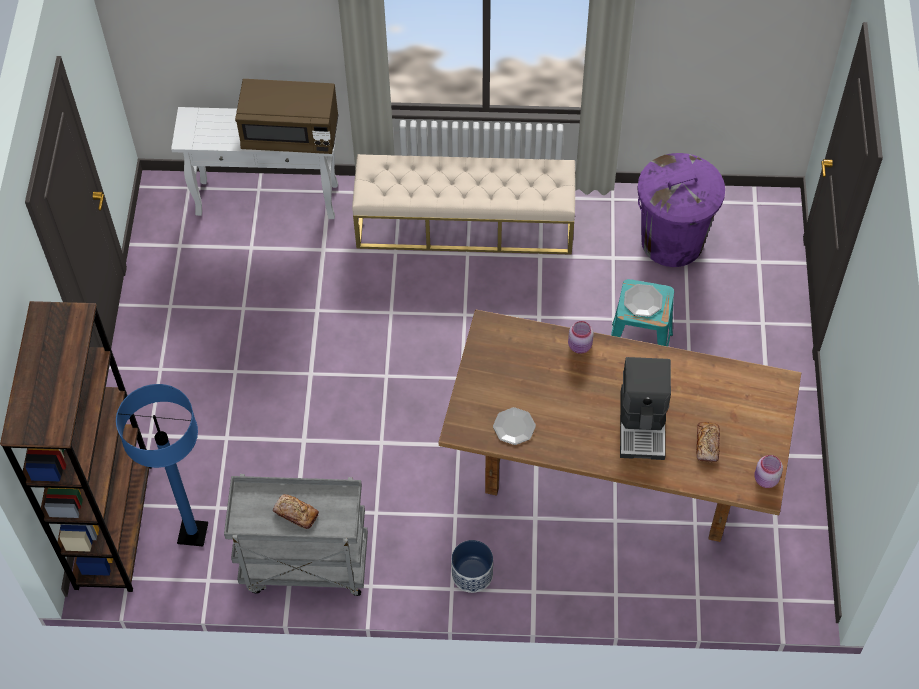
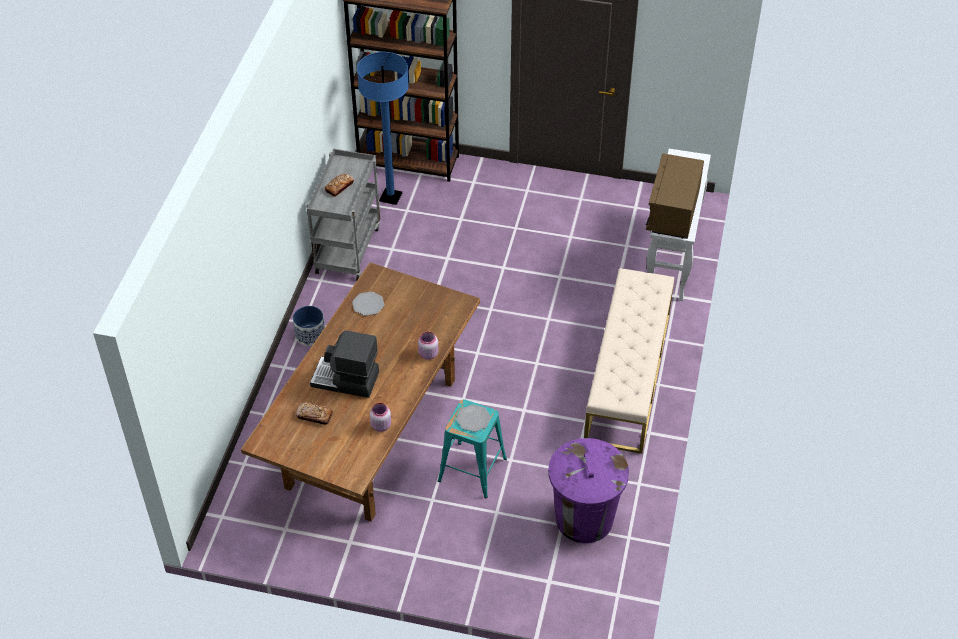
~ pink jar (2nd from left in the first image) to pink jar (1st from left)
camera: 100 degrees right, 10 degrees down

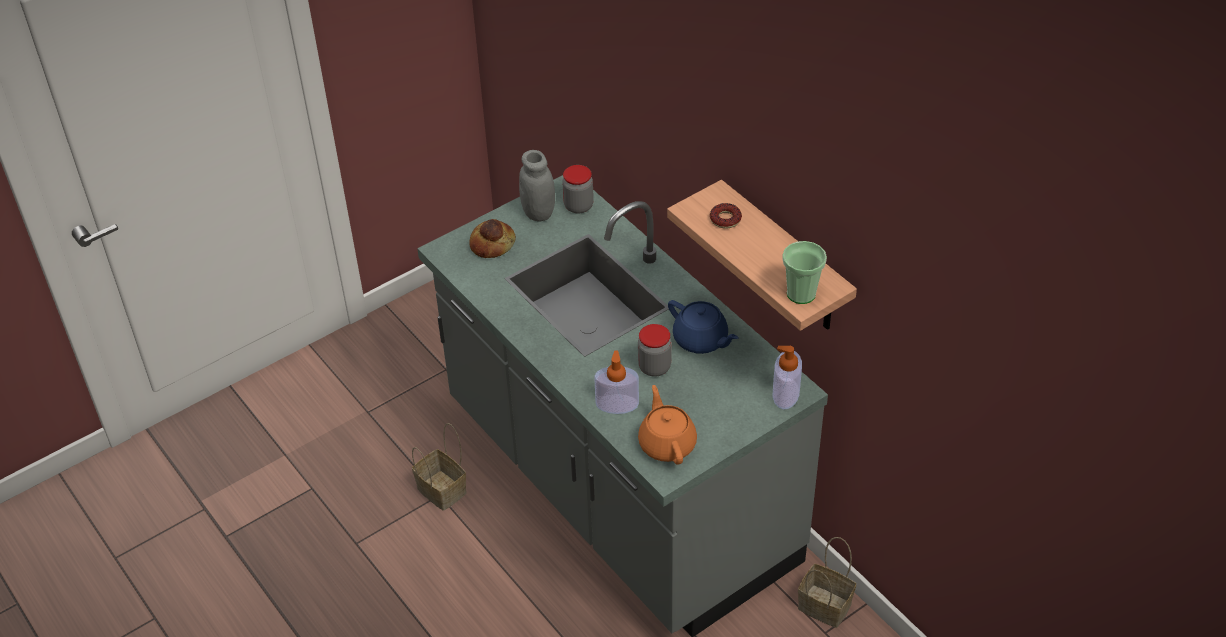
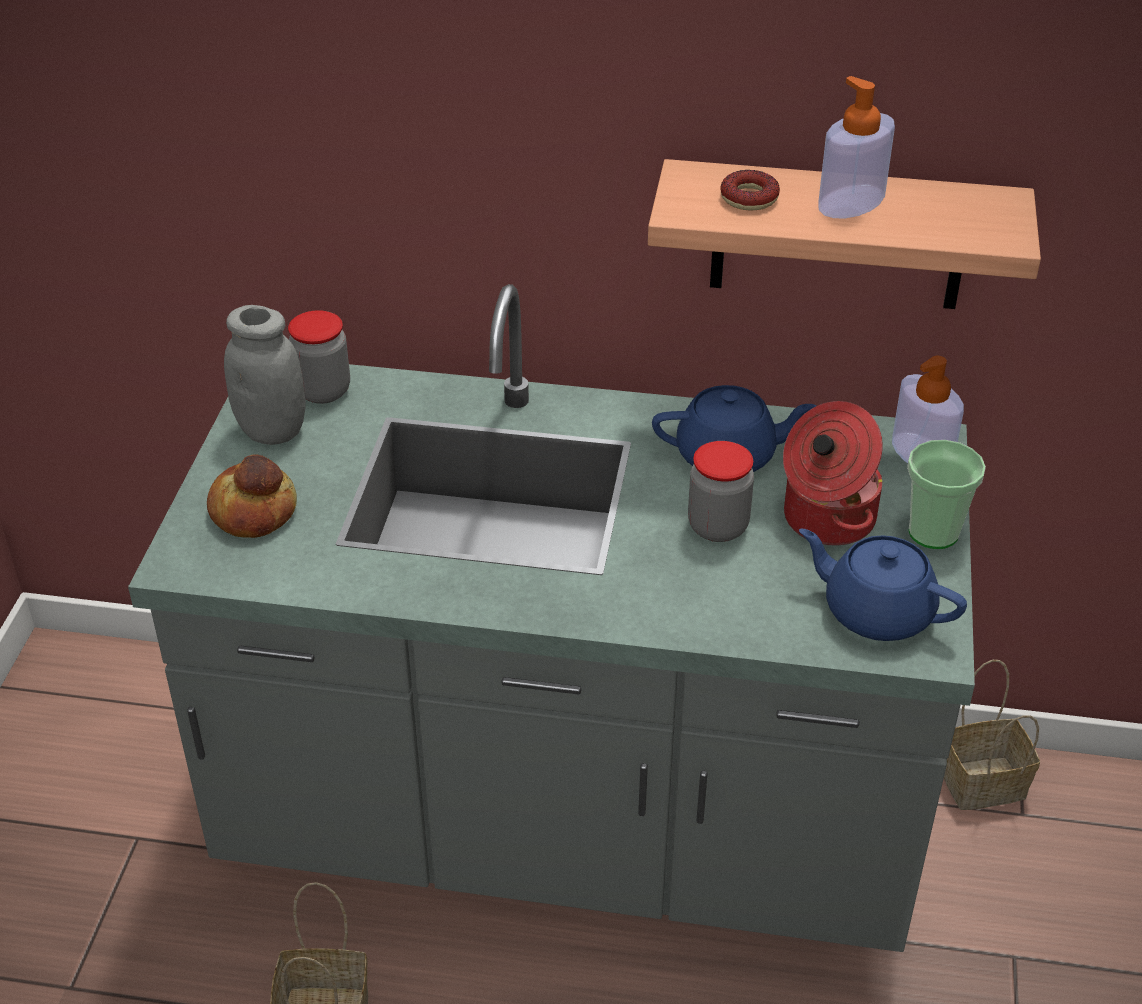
+ cooking pot
~ soap dispenser (1st from left)
~ cup
~ orange teapot to blue teapot (2nd from left)
camera: 45 degrees left, 5 degrees down

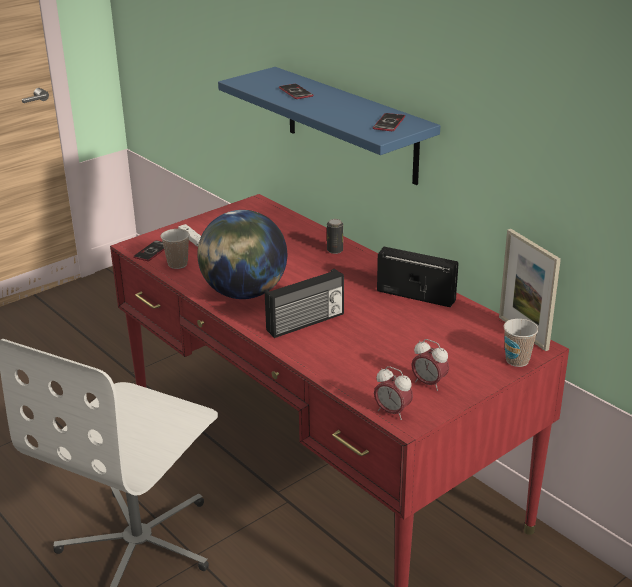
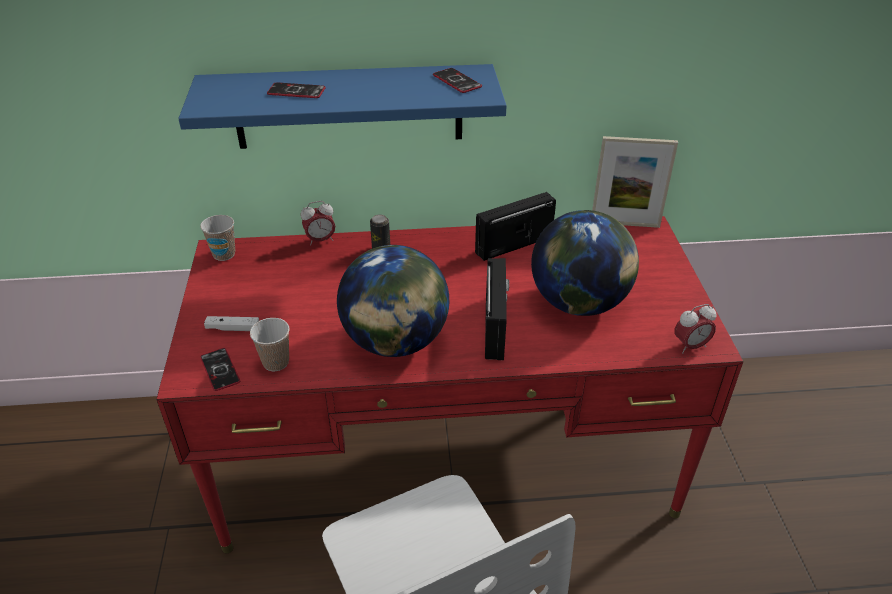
+ globe (2nd from left)
~ alarm clock (2nd from left in the first image) to alarm clock (1st from left)
~ cup (2nd from left in the first image) to cup (1st from left)
camera: 55 degrees left, 10 degrees up

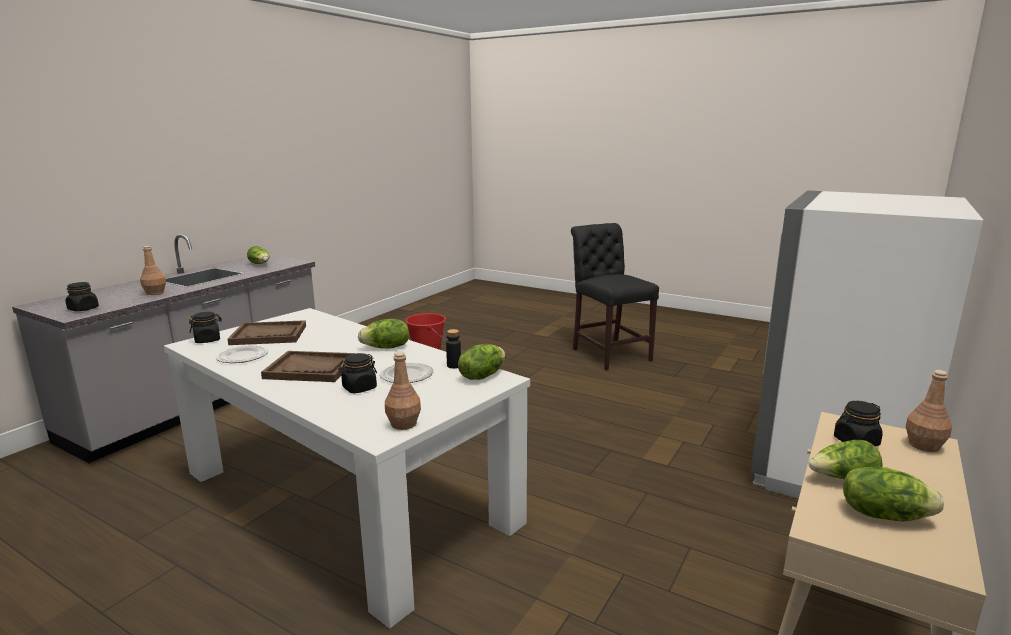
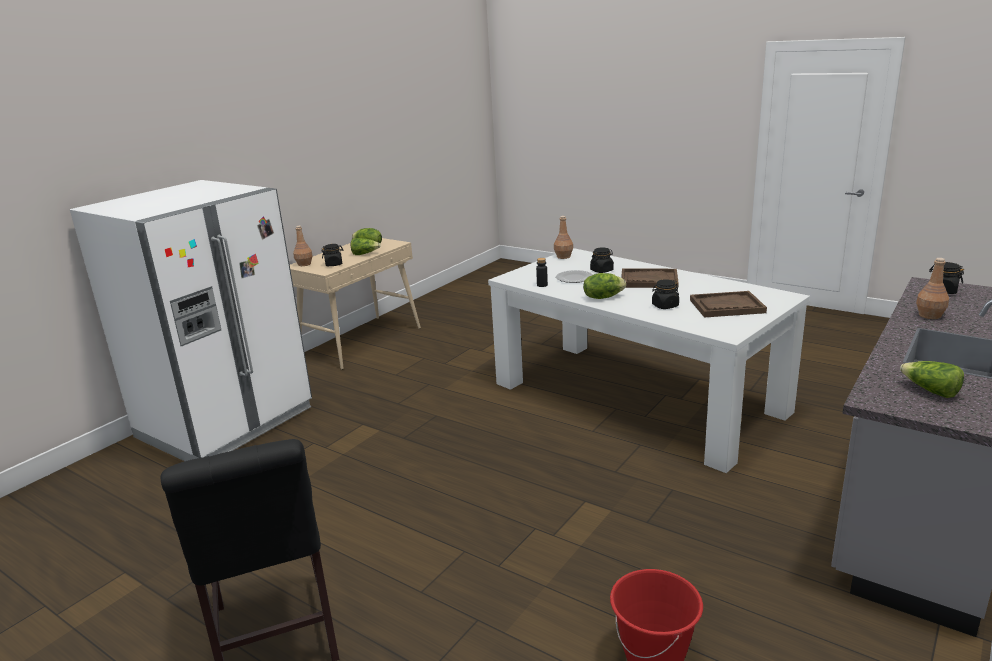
- plate (1st from left)
- lettuce (3rd from left)
~ black jar (2nd from left in the first image) to black jar (3rd from left)
camera: 175 degrees left, 5 degrees up

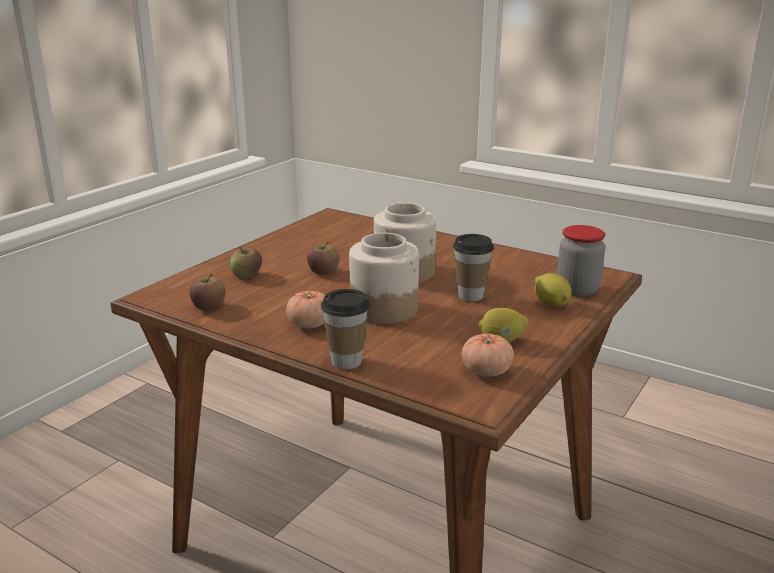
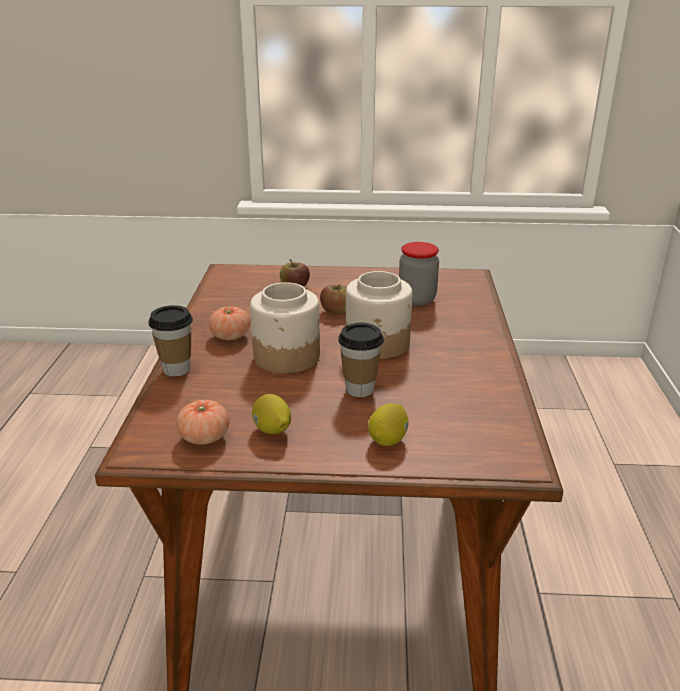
- apple (1st from left)
~ jar (3rd from left)
camera: 60 degrees right, 5 degrees up

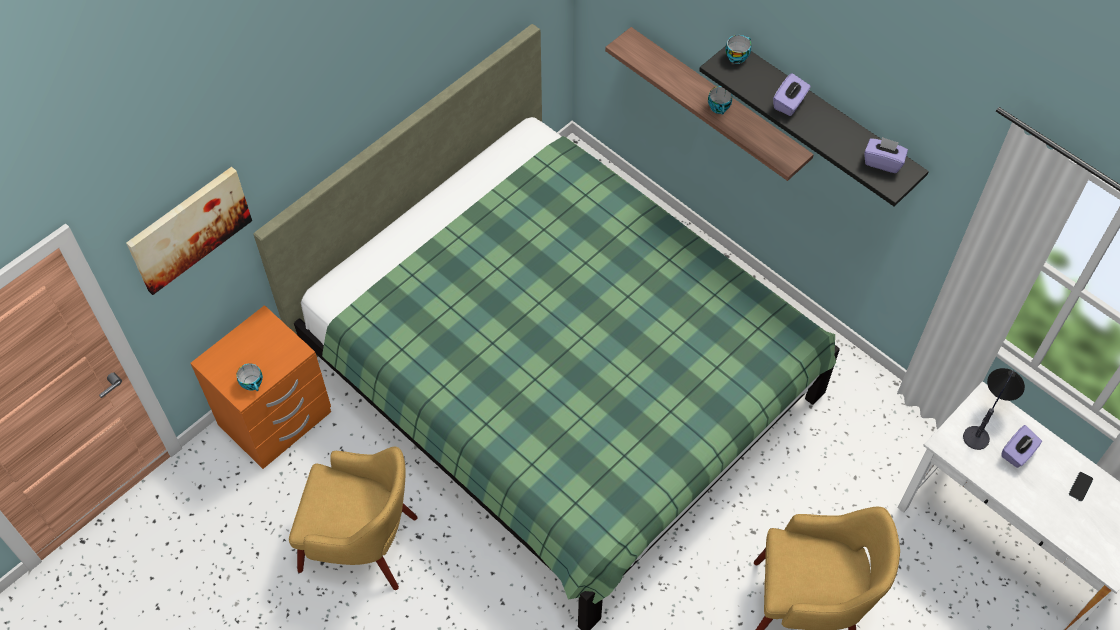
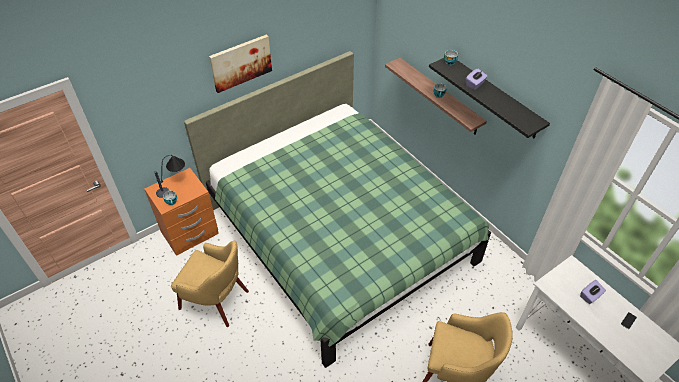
- purple tissue box (2nd from left)
~ picture
~ table lamp
camera: 10 degrees right, 10 degrees down

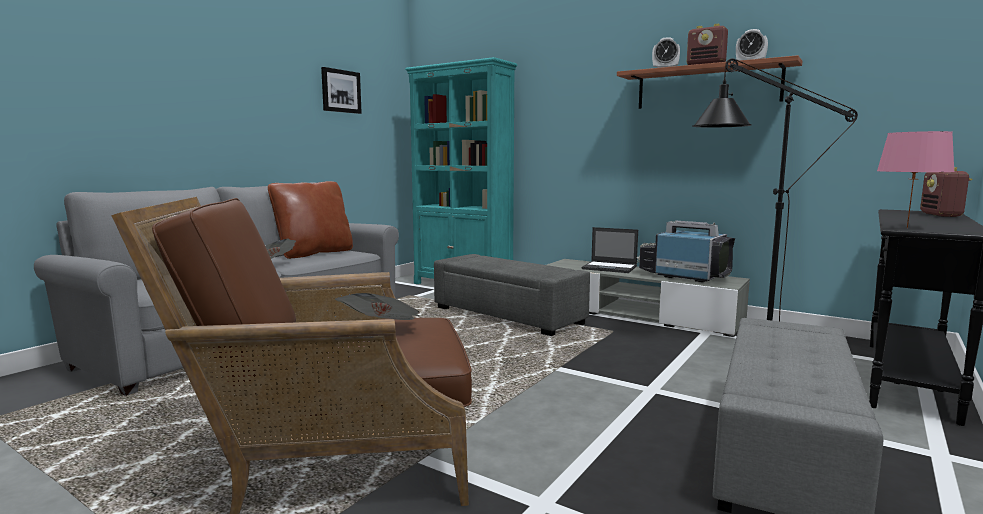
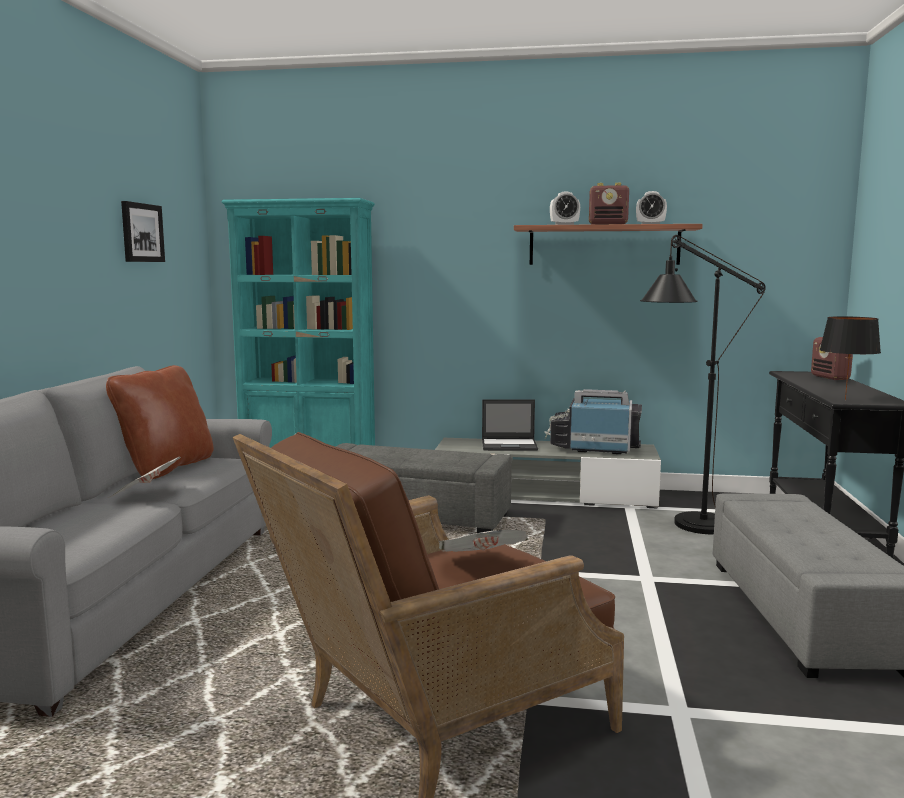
~ pink table lamp to black table lamp
camera: 25 degrees left, 0 degrees up

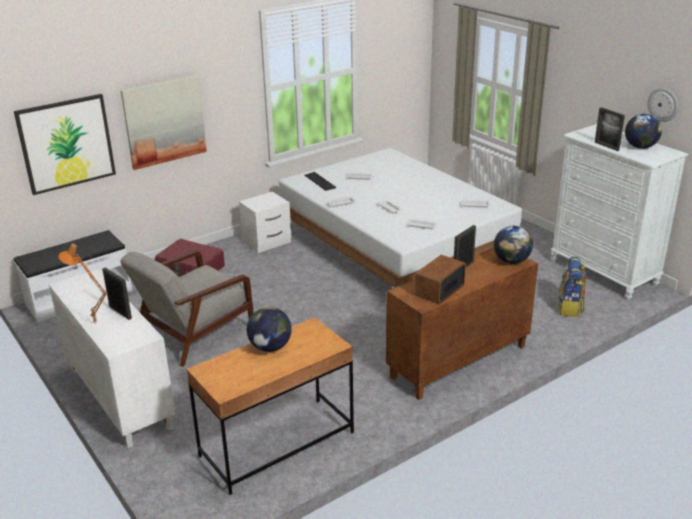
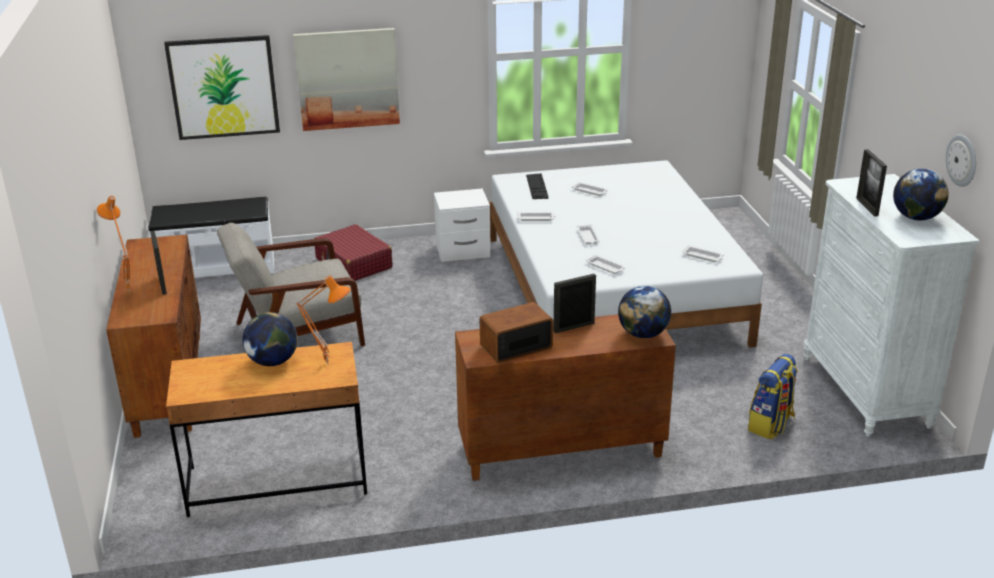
+ orange table lamp (2nd from left)
~ white cabinet to brown cabinet (1st from left)
camera: 25 degrees right, 0 degrees up

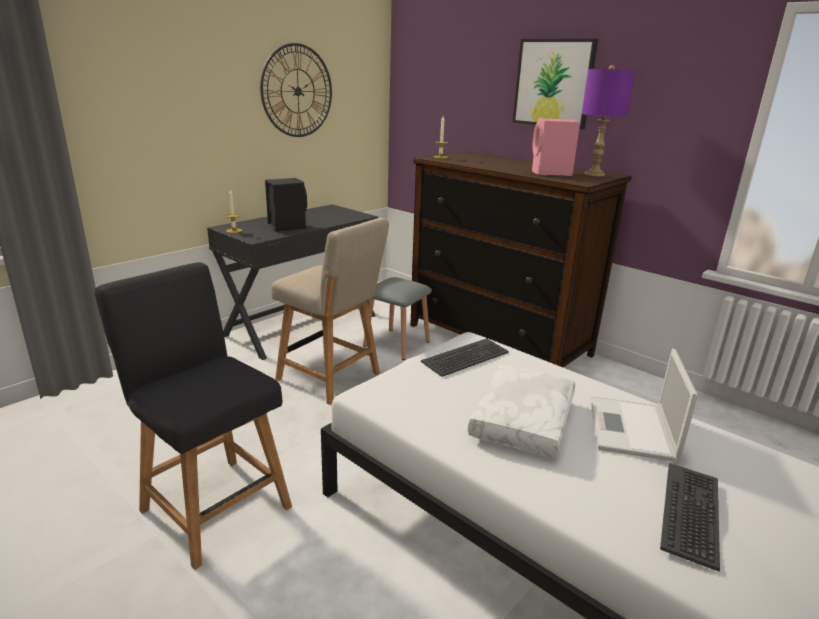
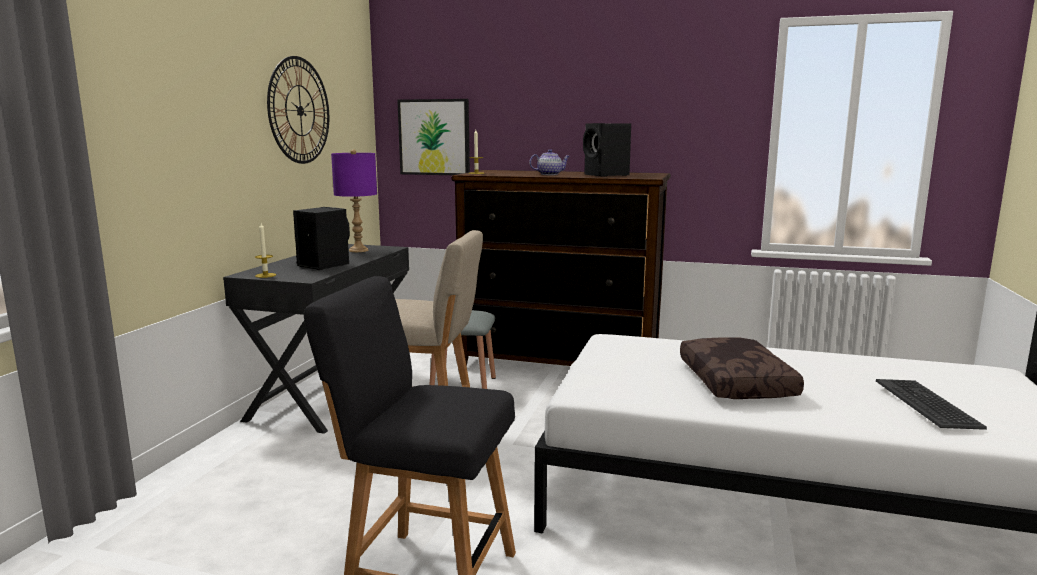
- keyboard (1st from left)
- laptop
+ teapot
~ picture
~ purple table lamp
~ white pillow to brown pillow
~ pink speaker to black speaker (2nd from left)
camera: 25 degrees left, 10 degrees down

